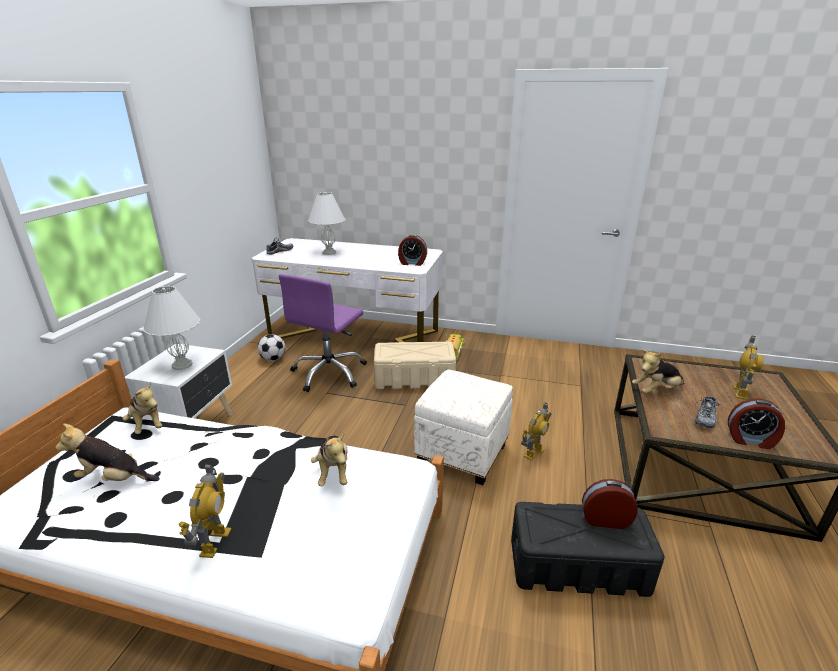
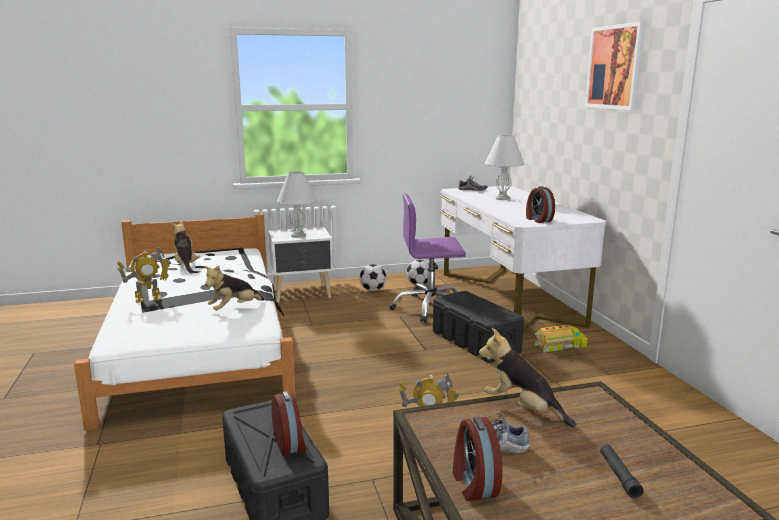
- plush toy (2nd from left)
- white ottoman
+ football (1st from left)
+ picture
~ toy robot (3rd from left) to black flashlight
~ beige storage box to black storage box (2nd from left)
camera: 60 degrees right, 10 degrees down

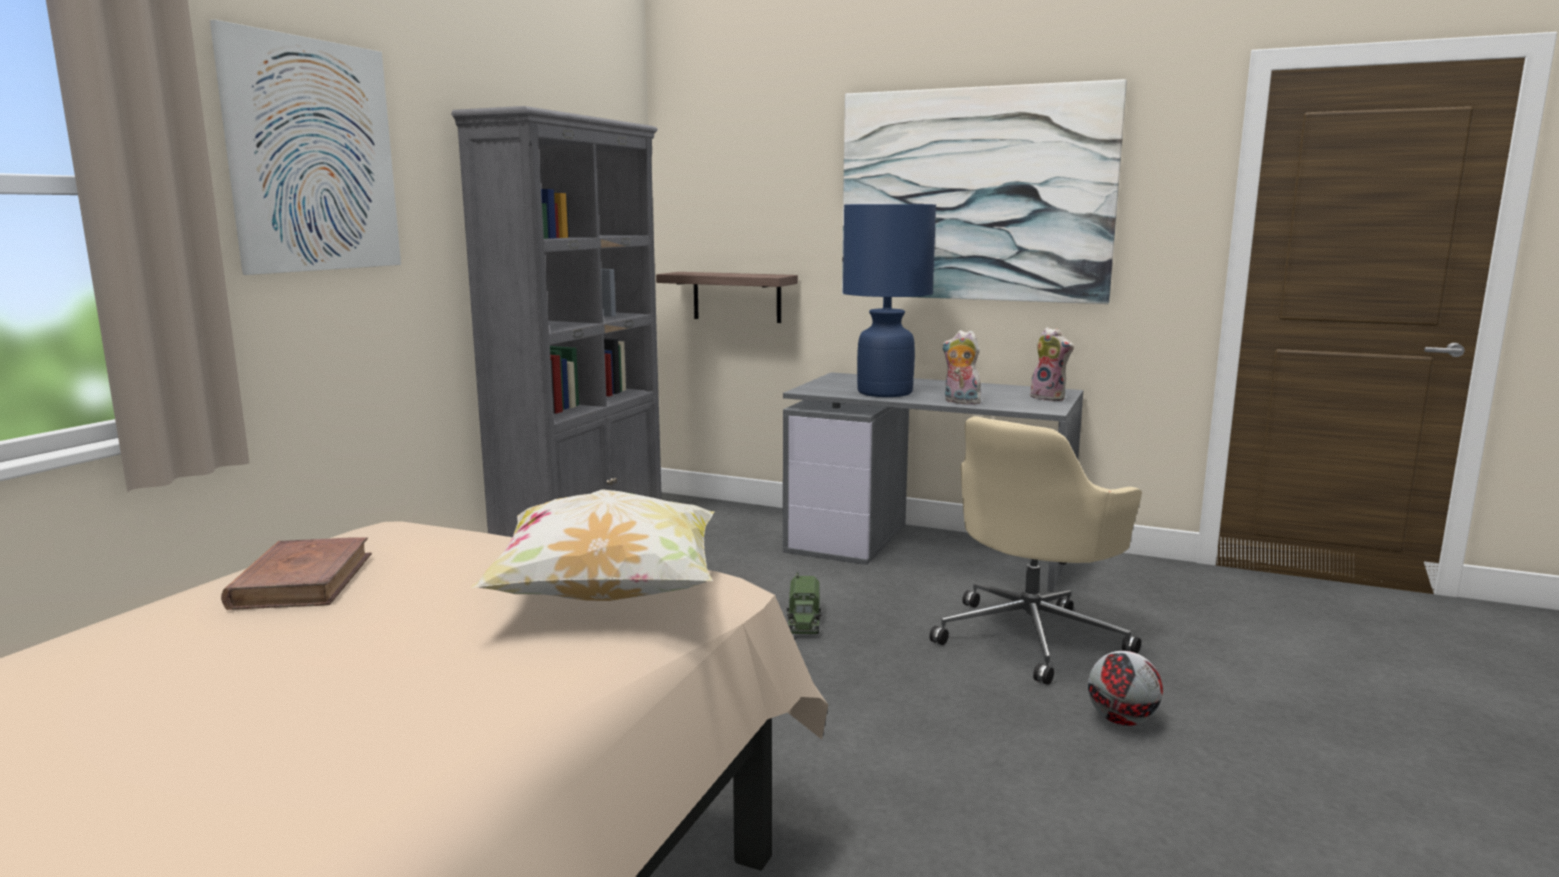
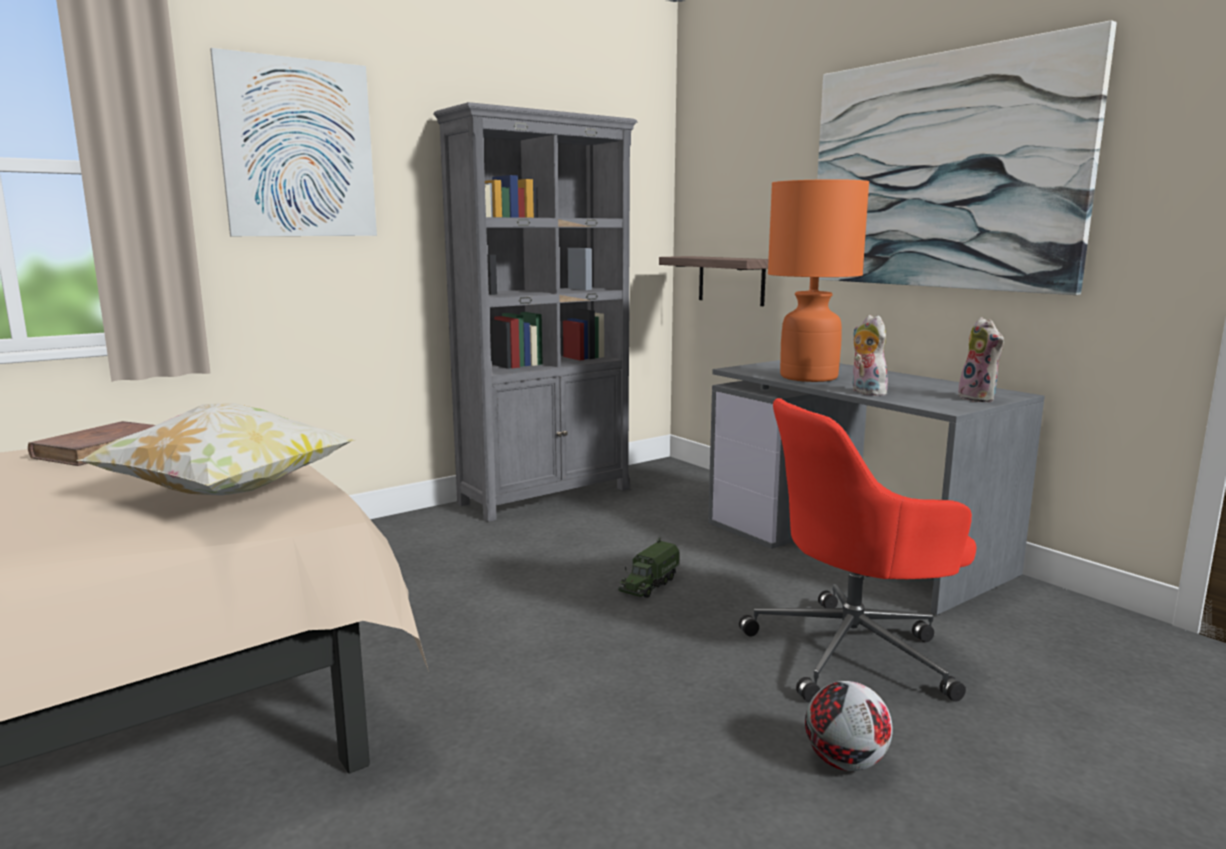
~ blue table lamp to orange table lamp
~ beige office chair to red office chair
camera: 30 degrees right, 0 degrees up

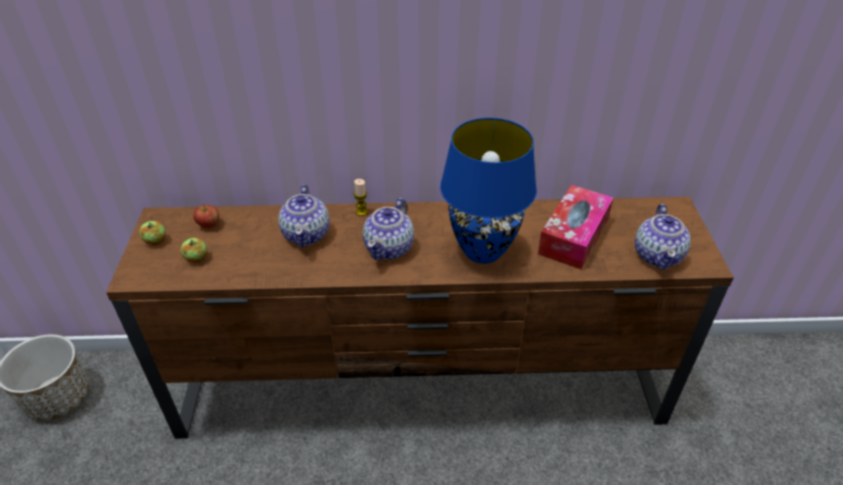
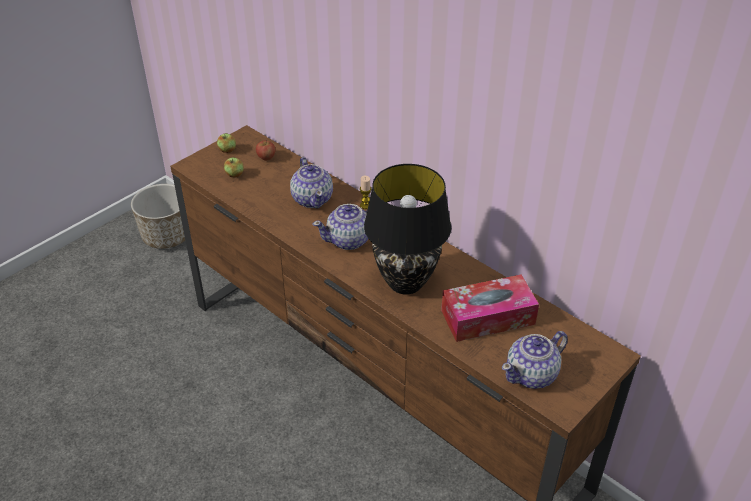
~ blue table lamp to black table lamp
~ teapot (1st from left) 60 degrees counterclockwise
camera: 45 degrees right, 0 degrees up

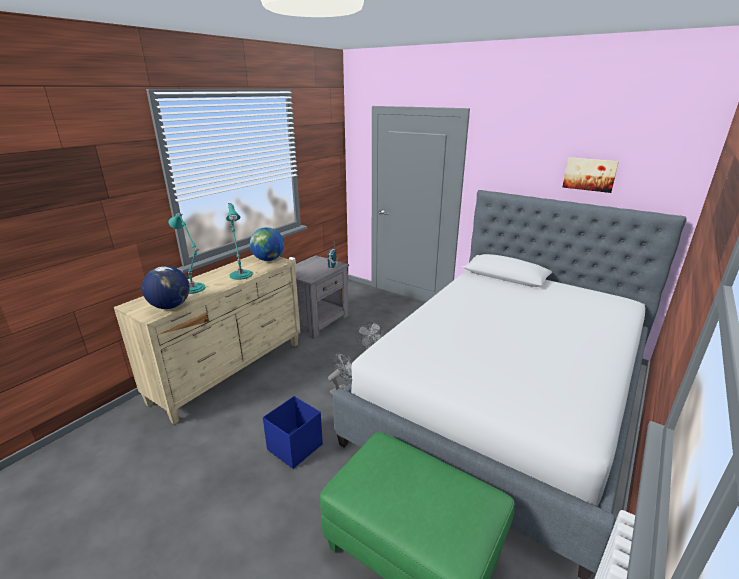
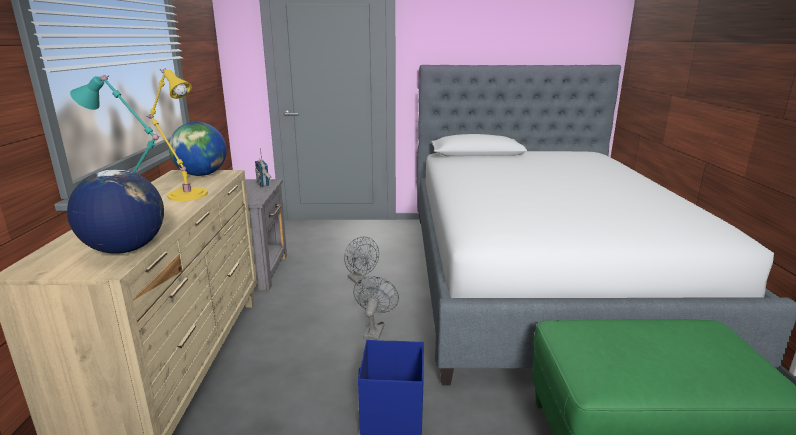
- picture
~ turquoise table lamp (2nd from left) to yellow table lamp
camera: 35 degrees left, 5 degrees down

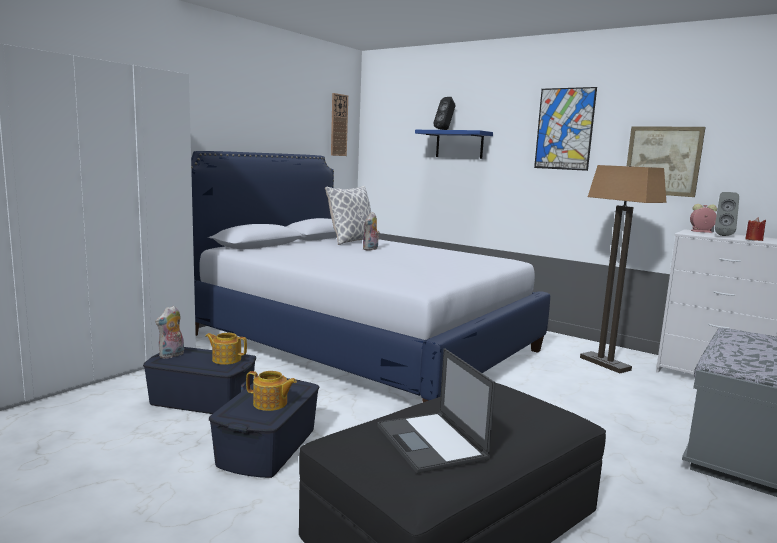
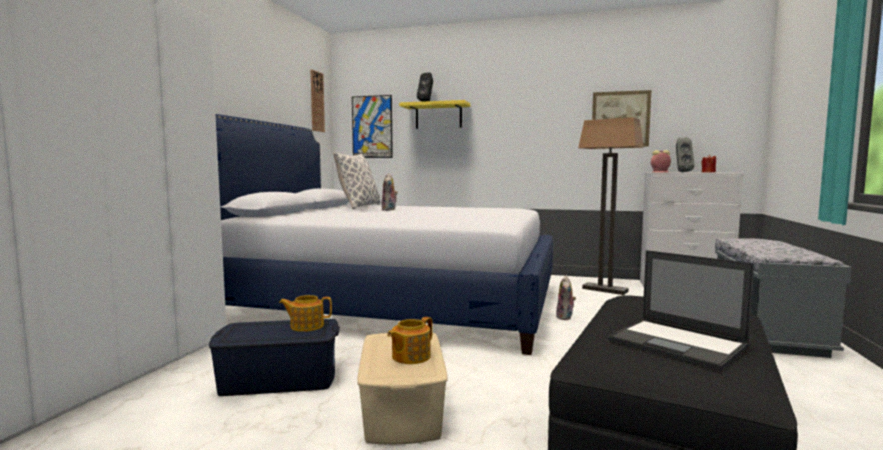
~ plush toy (1st from left in the first image) to plush toy (2nd from left)
~ picture (1st from left)
~ blue storage box (2nd from left) to beige storage box
~ blue shelf to yellow shelf
~ teapot (2nd from left) 135 degrees clockwise
camera: 20 degrees left, 5 degrees down

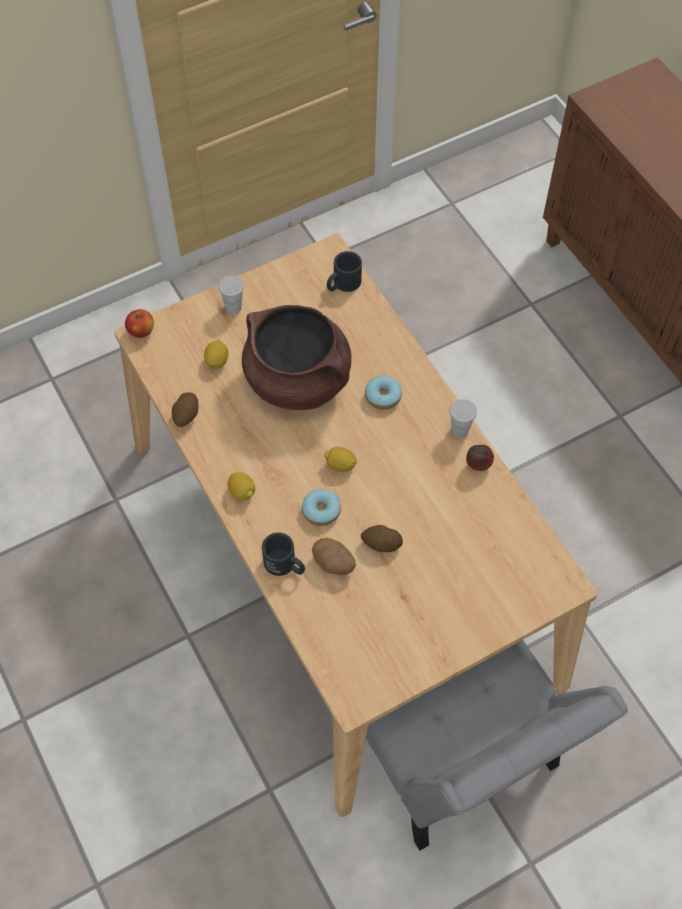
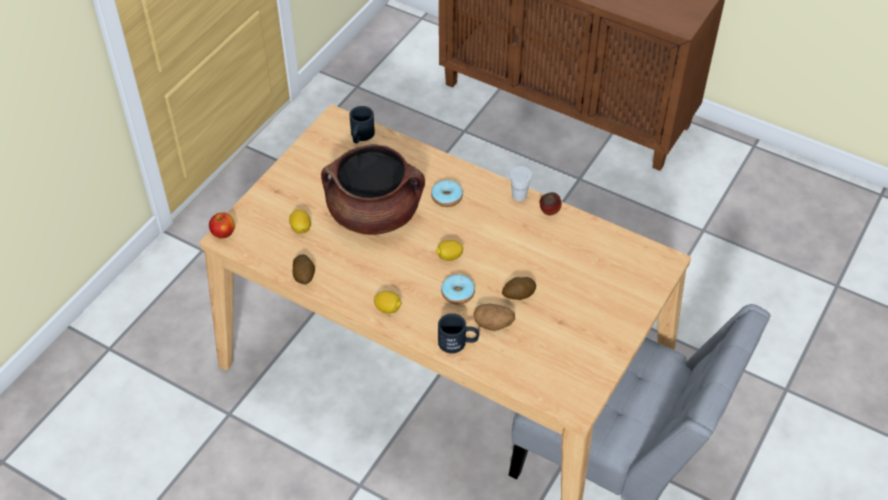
- white cup (1st from left)
camera: 30 degrees left, 10 degrees down

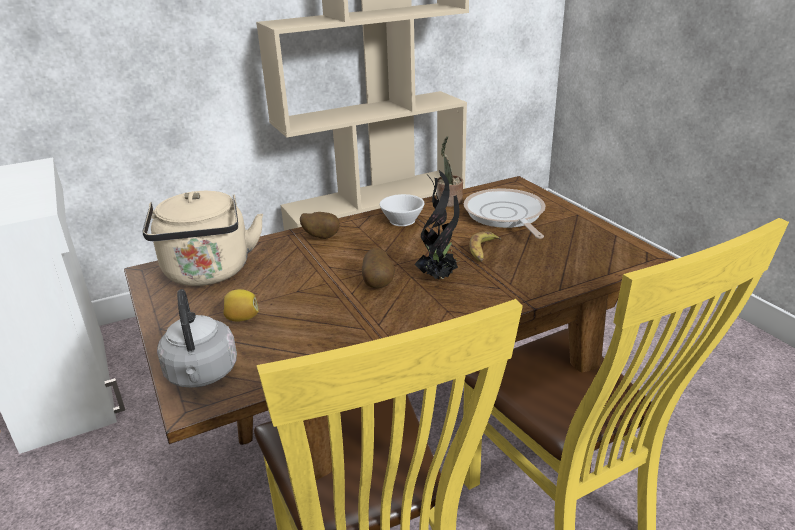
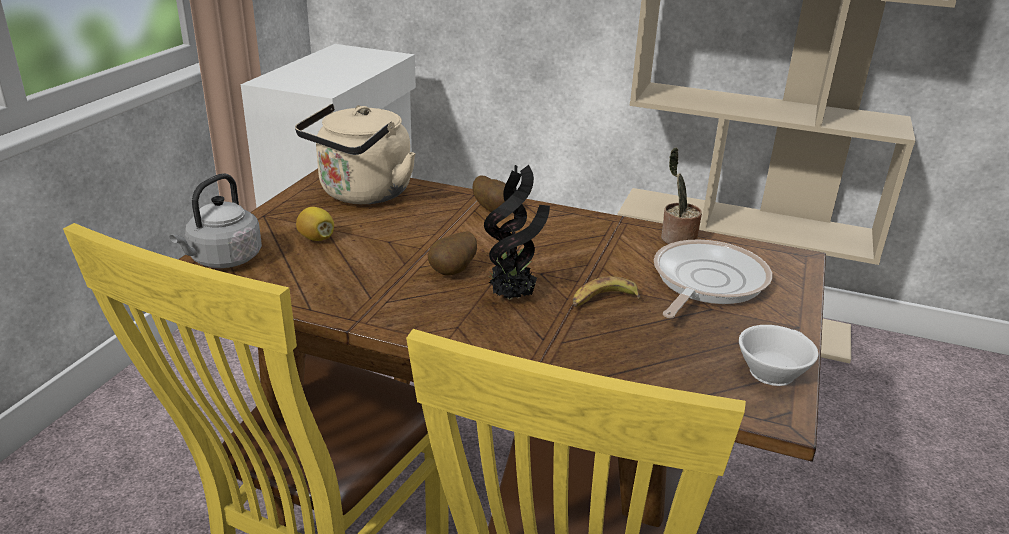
~ white cup
camera: 45 degrees right, 0 degrees up

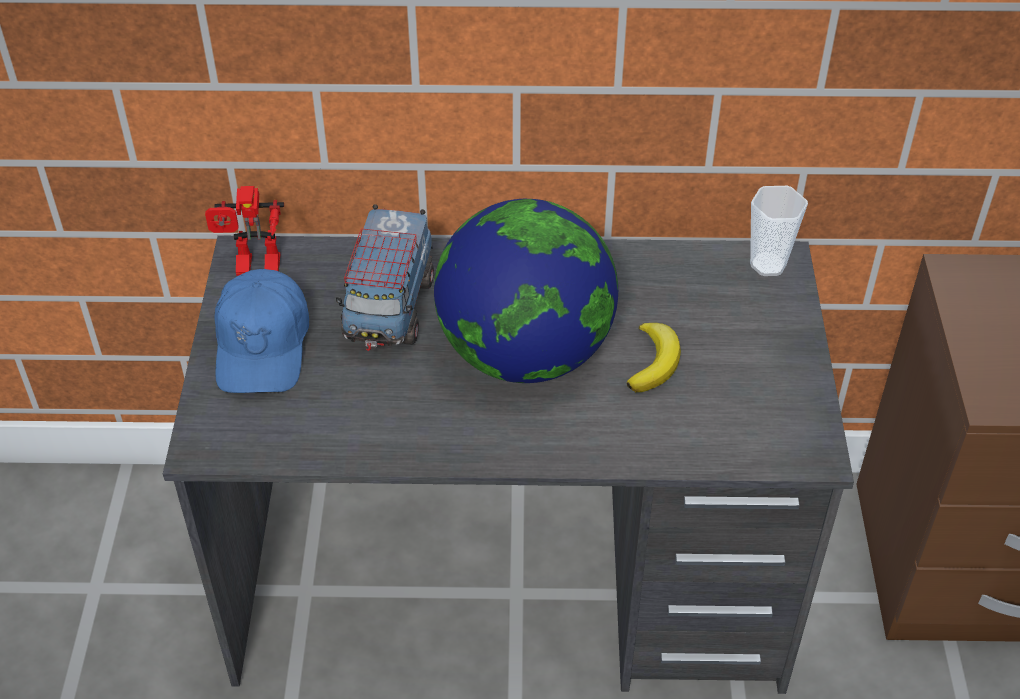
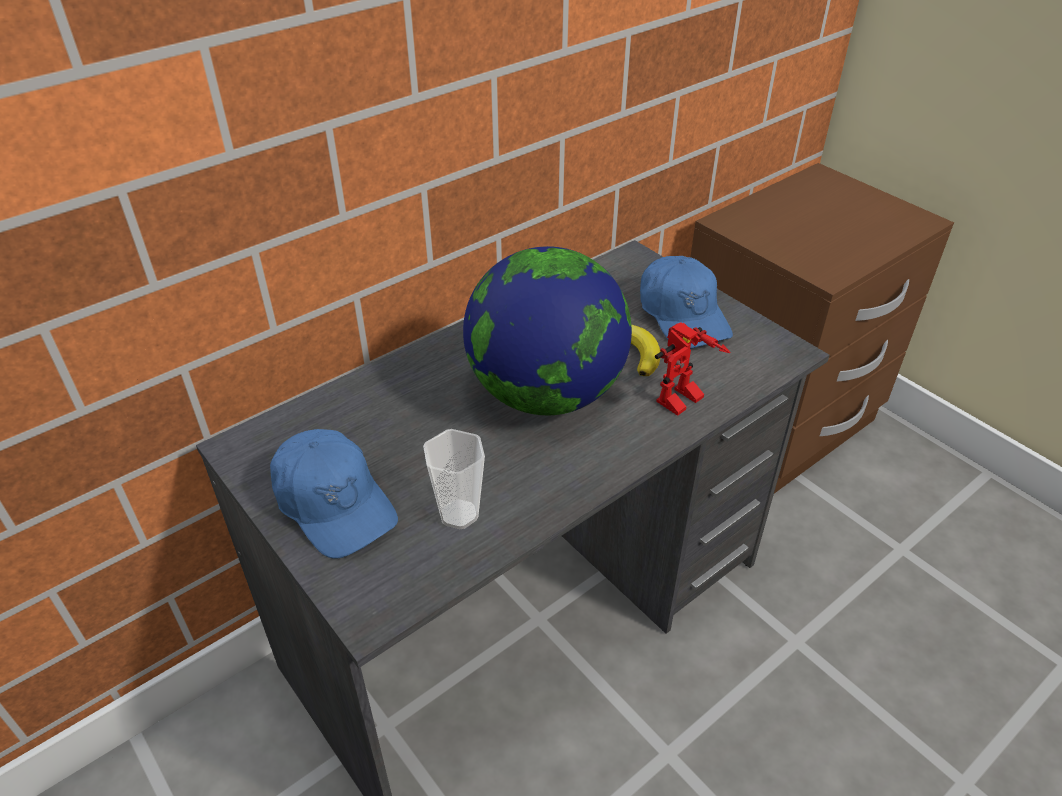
- toy truck
+ blue cap (2nd from left)
~ toy robot
~ cup
camera: 40 degrees left, 5 degrees down

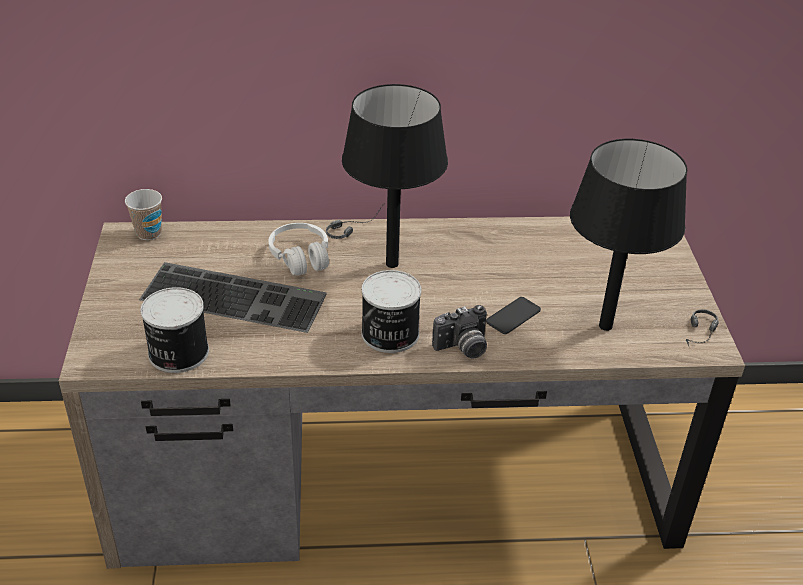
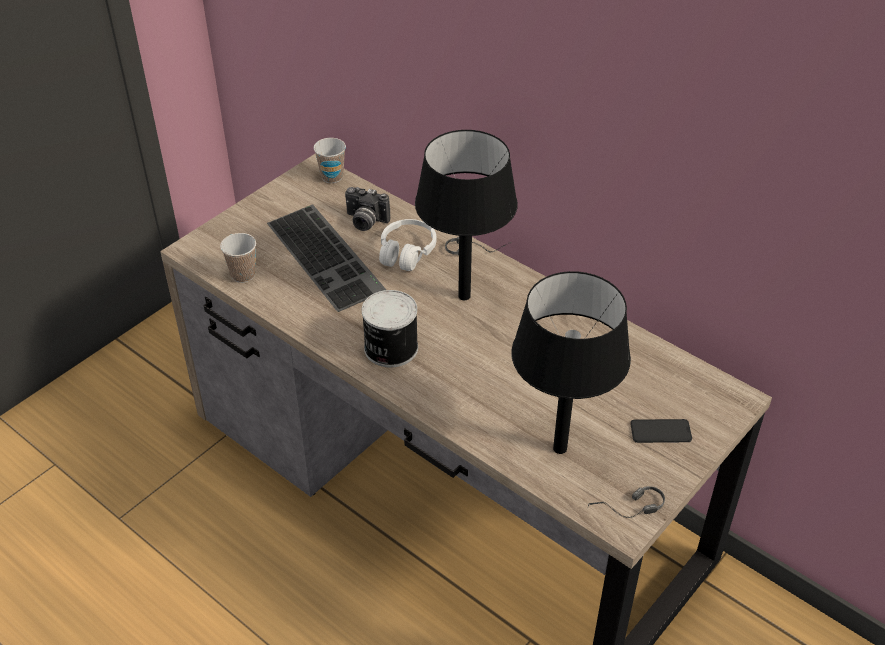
~ photo camera
~ phone
~ can (1st from left) to cup (1st from left)
camera: 45 degrees right, 5 degrees up

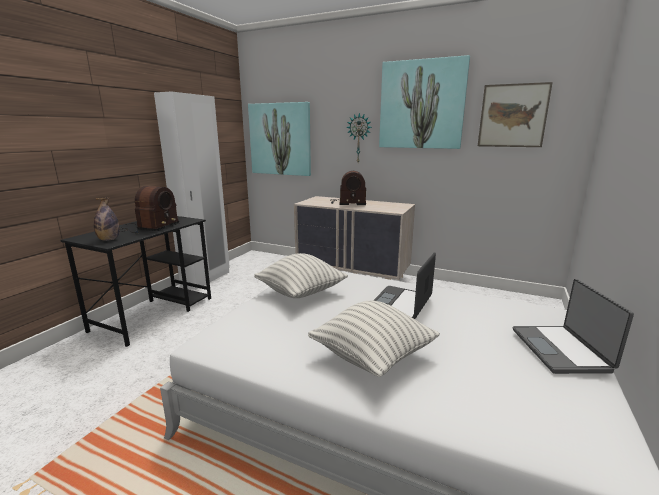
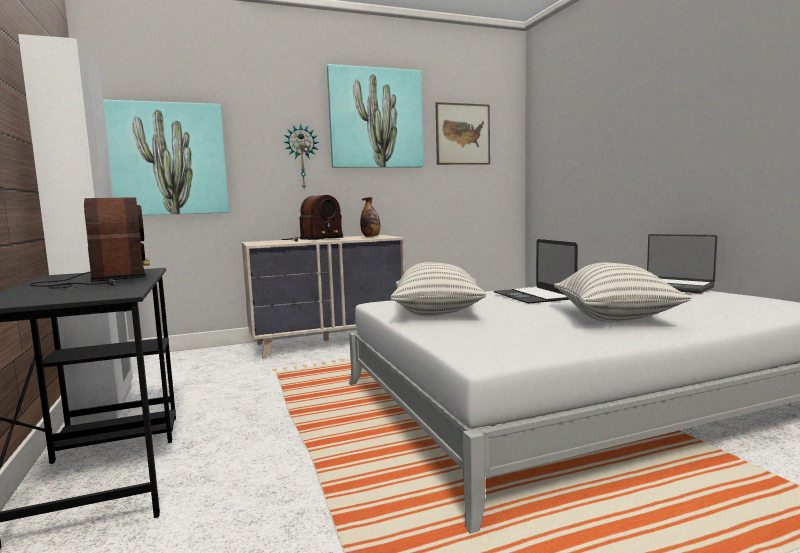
~ bottle
camera: 45 degrees left, 10 degrees down

